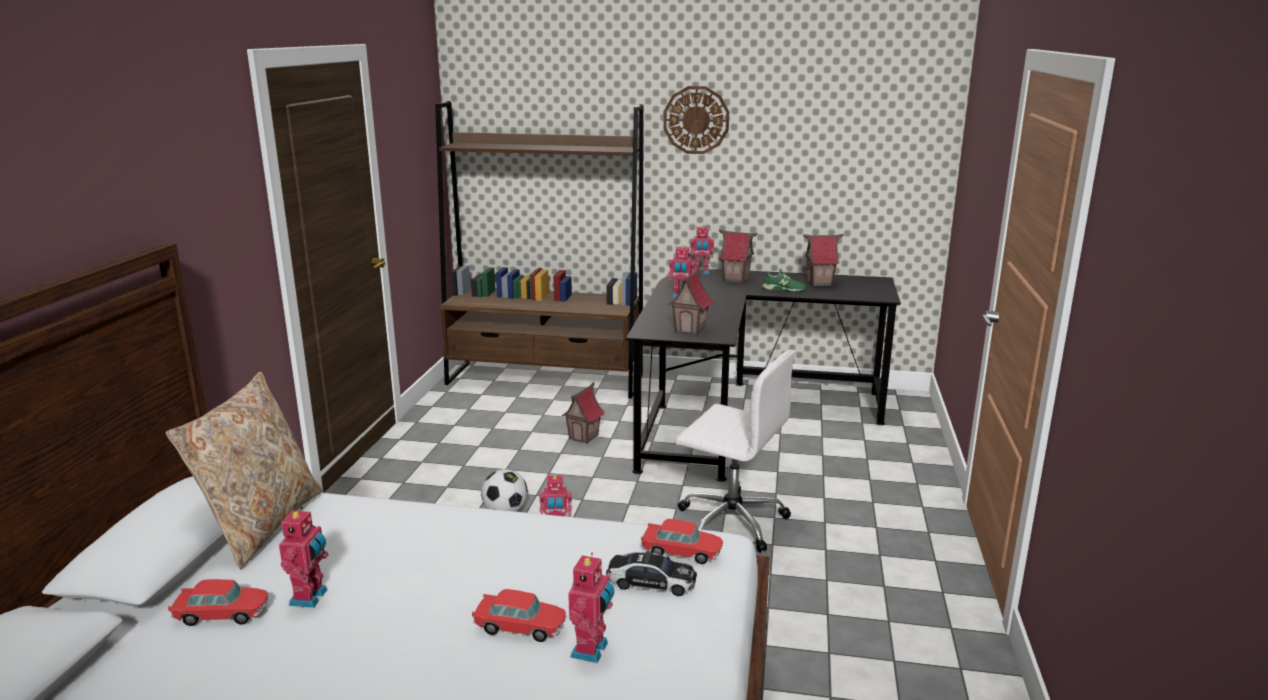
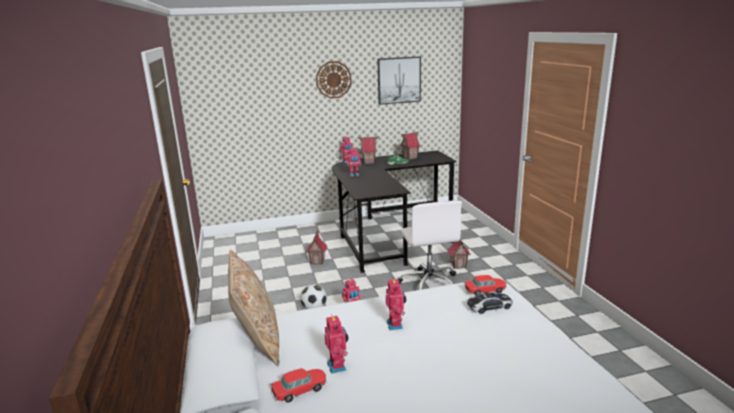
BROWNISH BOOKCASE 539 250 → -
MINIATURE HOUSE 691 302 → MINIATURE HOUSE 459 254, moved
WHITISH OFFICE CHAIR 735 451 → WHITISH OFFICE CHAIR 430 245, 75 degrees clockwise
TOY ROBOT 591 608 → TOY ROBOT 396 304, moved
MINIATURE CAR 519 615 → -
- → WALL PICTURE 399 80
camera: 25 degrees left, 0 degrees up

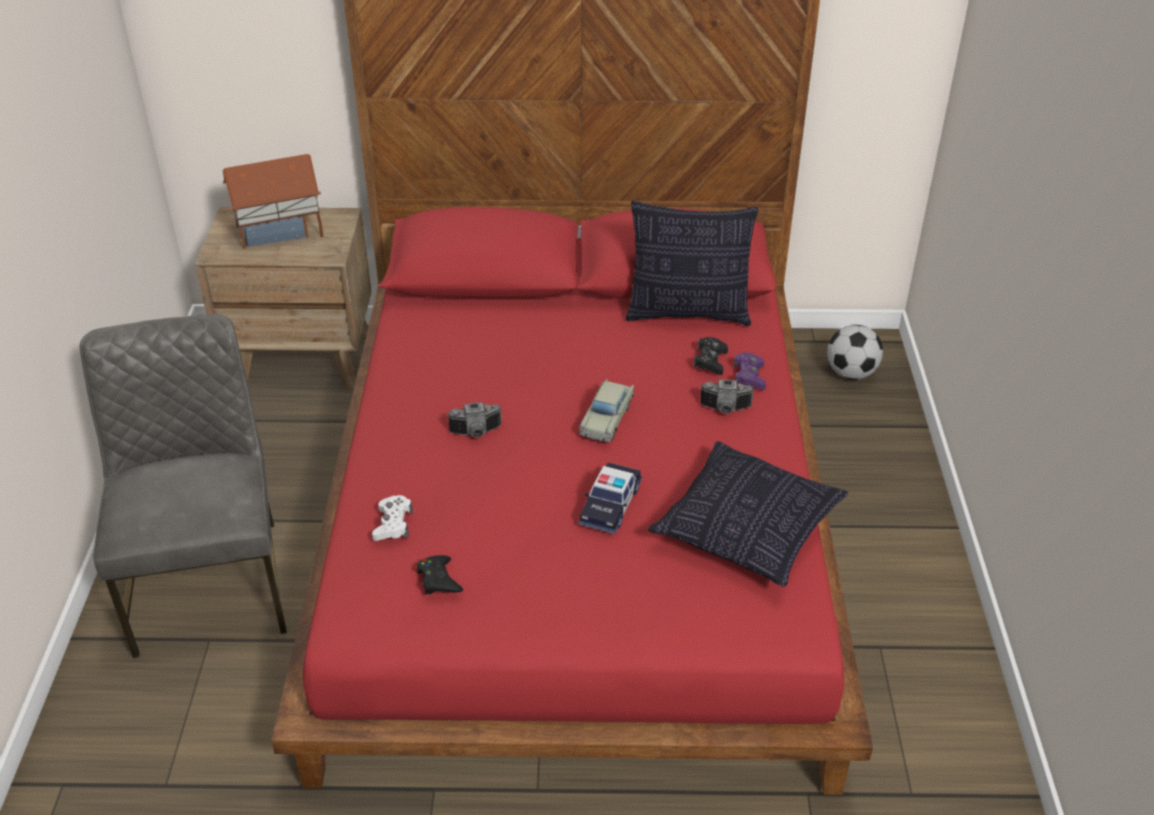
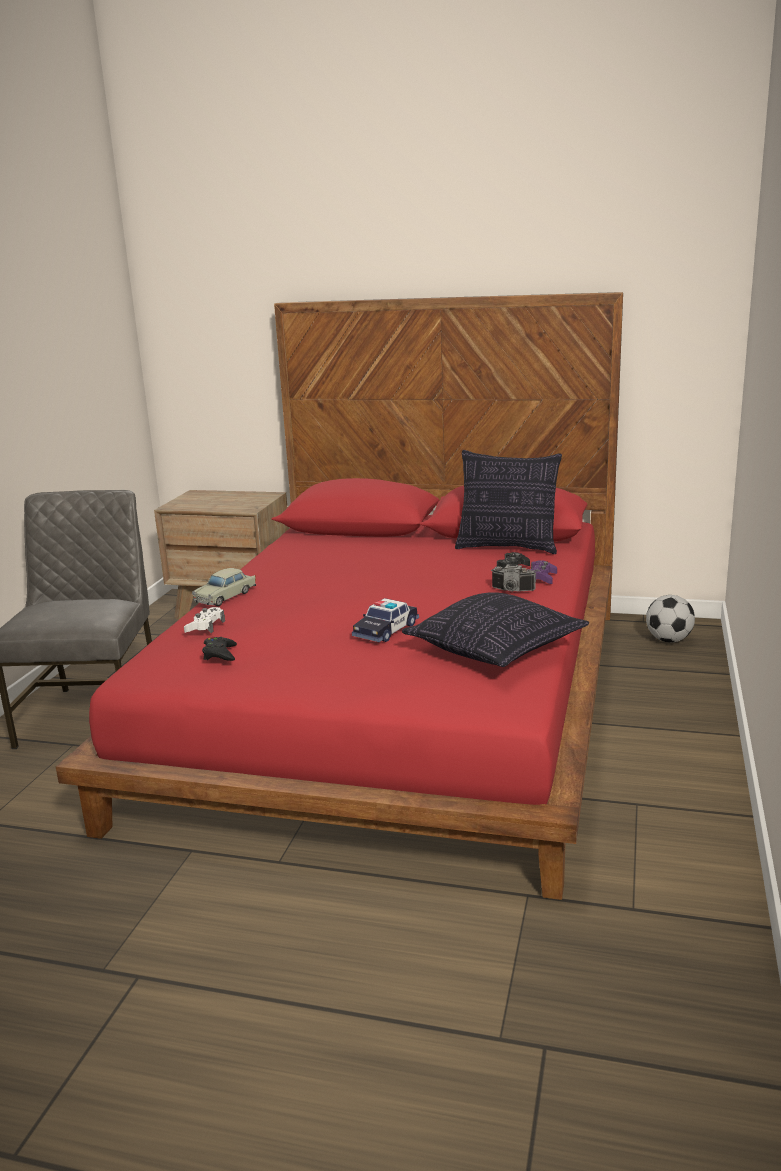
MINIATURE HOUSE 273 201 → -
BEIGE-COLOURED MINIATURE CAR 606 410 → BEIGE-COLOURED MINIATURE CAR 224 587, moved
PHOTO CAMERA 474 420 → -
camera: 15 degrees right, 20 degrees down

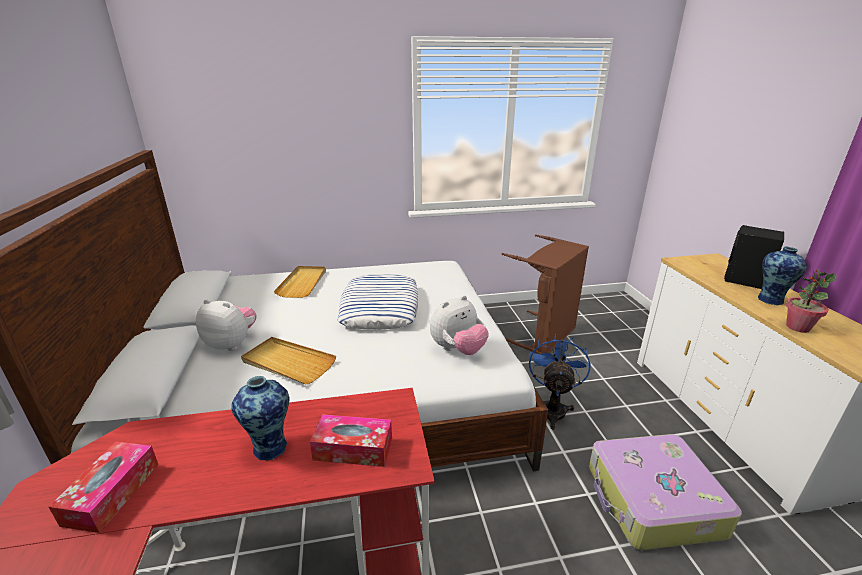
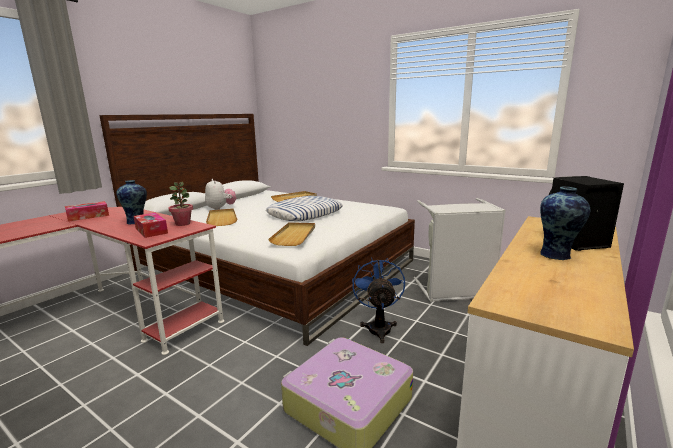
BROWNISH WASHING BASKET 545 294 → GRAY WASHING BASKET 460 250
POTTED PLANT 811 301 → POTTED PLANT 180 204, moved
PLUSH TOY 459 325 → BEIGE-COLOURED TRAY 291 234
BLUE COOLING FAN 560 382 → BLUE COOLING FAN 378 300, 60 degrees counterclockwise
camera: 45 degrees right, 10 degrees down

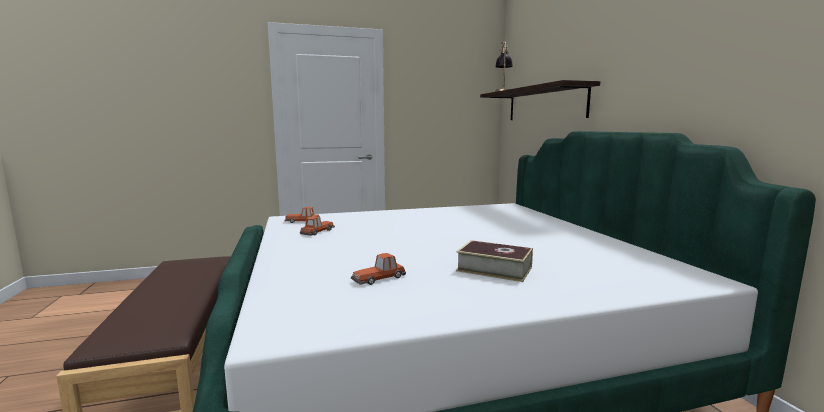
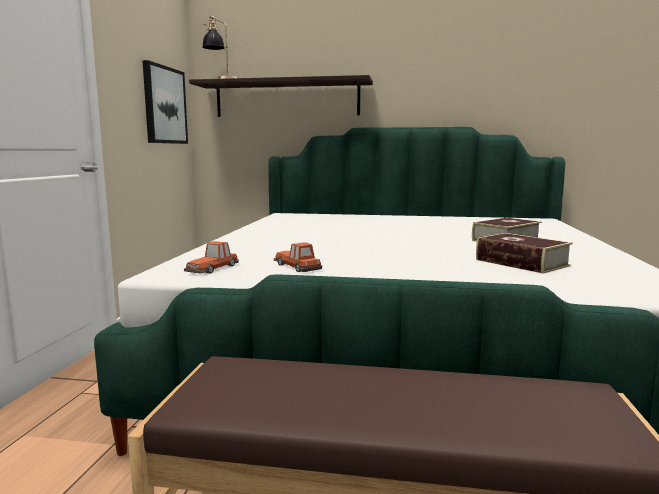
MINIATURE CAR 378 269 → BOOK 524 253
- → WALL PICTURE 165 102
camera: 65 degrees left, 0 degrees up

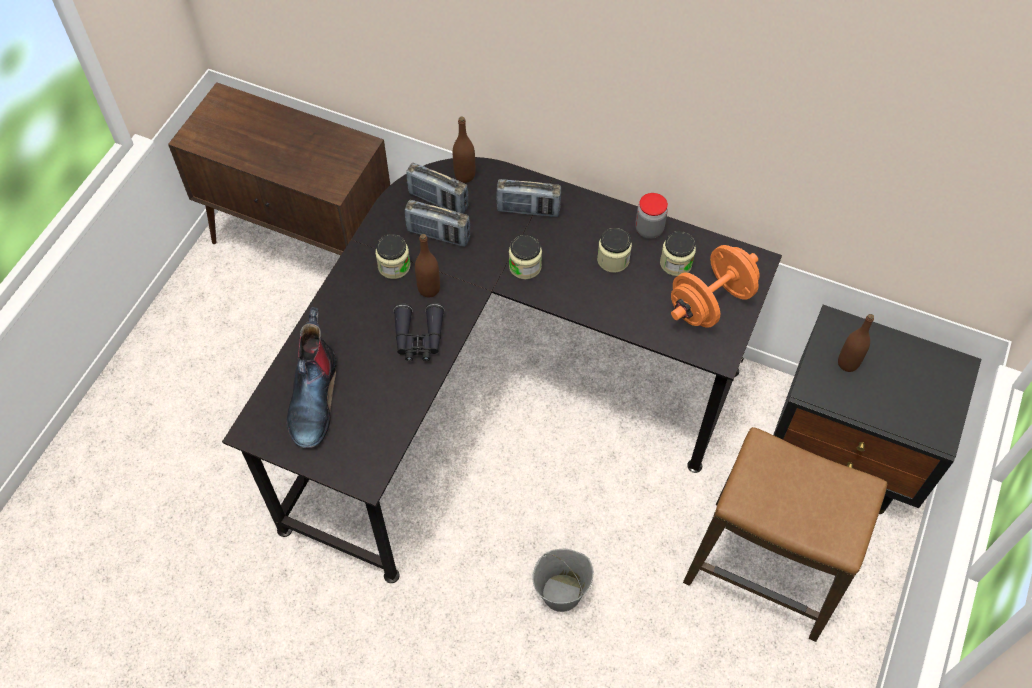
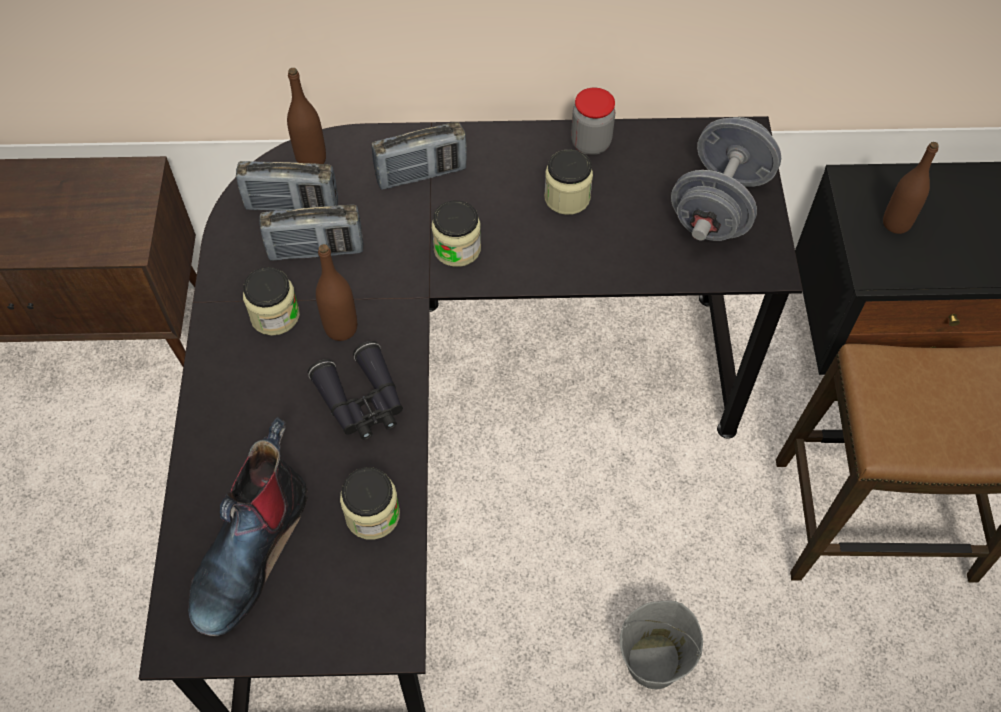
STORAGE JAR 678 253 → STORAGE JAR 370 503, moved
ORANGE-COLOURED HAND WEIGHT 715 286 → GRAY HAND WEIGHT 726 179
HIGH-TOP BOOT 311 377 → HIGH-TOP BOOT 248 526, 45 degrees clockwise
camera: 25 degrees left, 0 degrees up

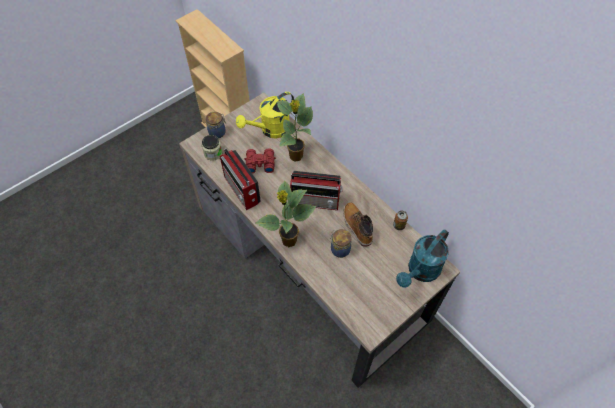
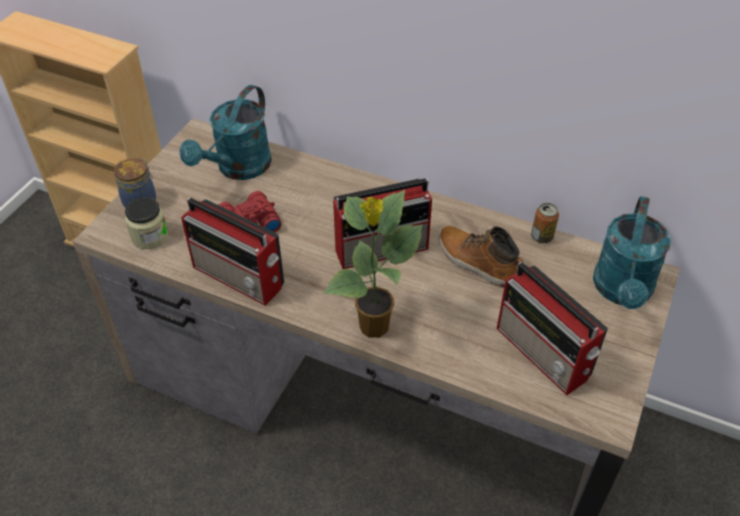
YELLOWISH WATERING CAN 265 115 → BLUE-GREEN WATERING CAN 226 132
POTTED PLANT 295 127 → -
STORAGE JAR 341 243 → -
- → RADIO 552 328
camera: 25 degrees left, 10 degrees down

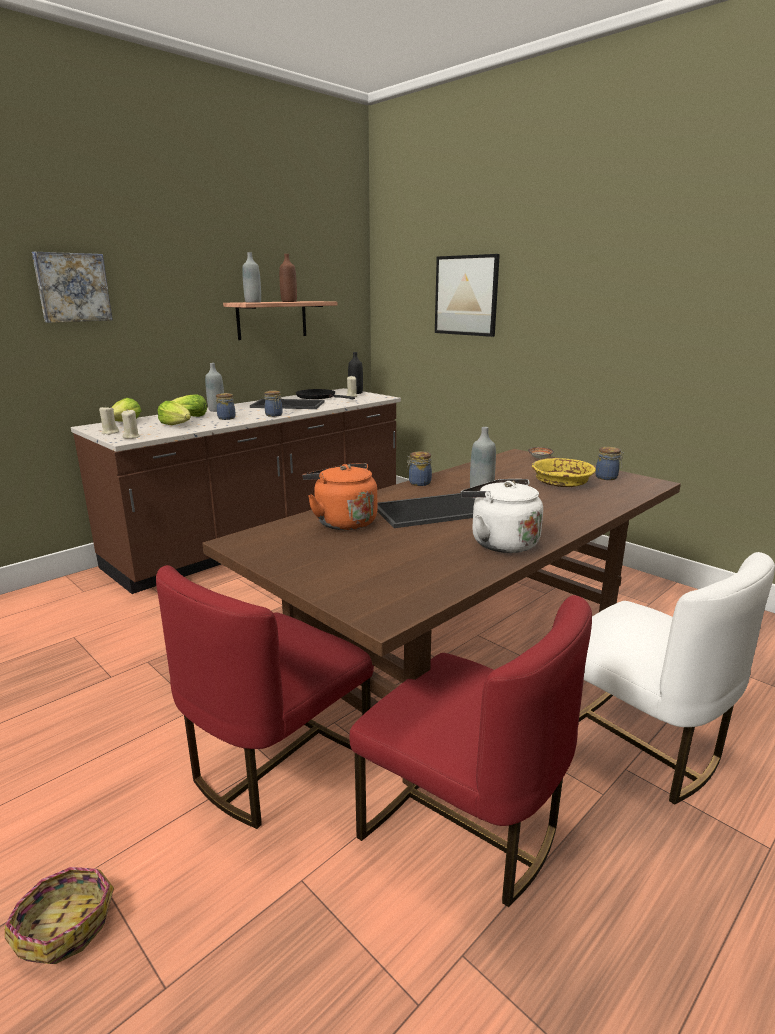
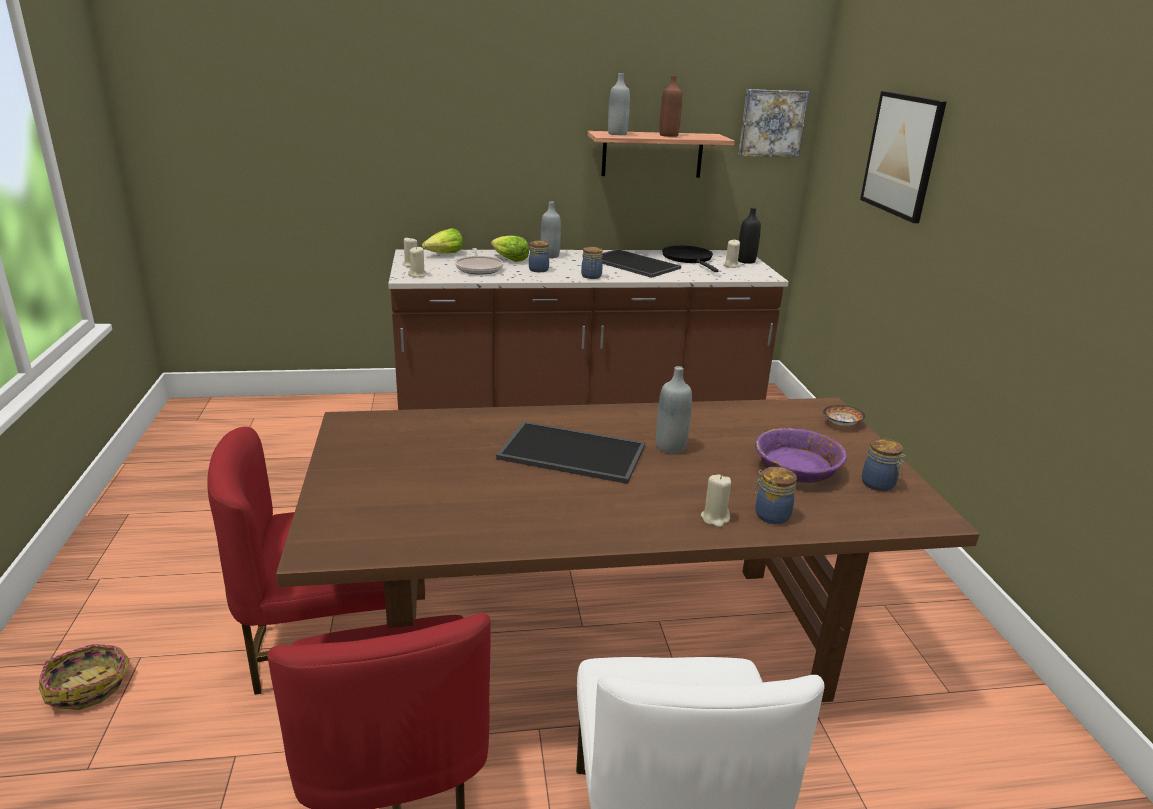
WALL PICTURE 72 287 → WALL PICTURE 774 123, moved
HEAD OF LETTUCE 174 413 → FRYING PAN 479 261
STORAGE JAR 419 468 → STORAGE JAR 775 495, moved
YELLOWISH BOWL 564 472 → PURPLE BOWL 801 455
ORANGE-COLOURED WATER KETTLE 340 496 → -
WHITISH WATER KETTLE 502 516 → -
- → BEIGE-COLOURED WAX LIGHT 716 500
camera: 35 degrees right, 5 degrees up

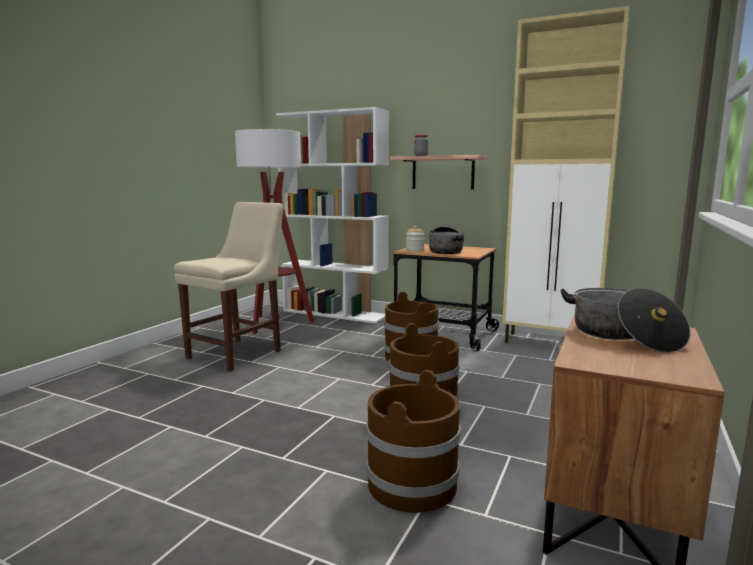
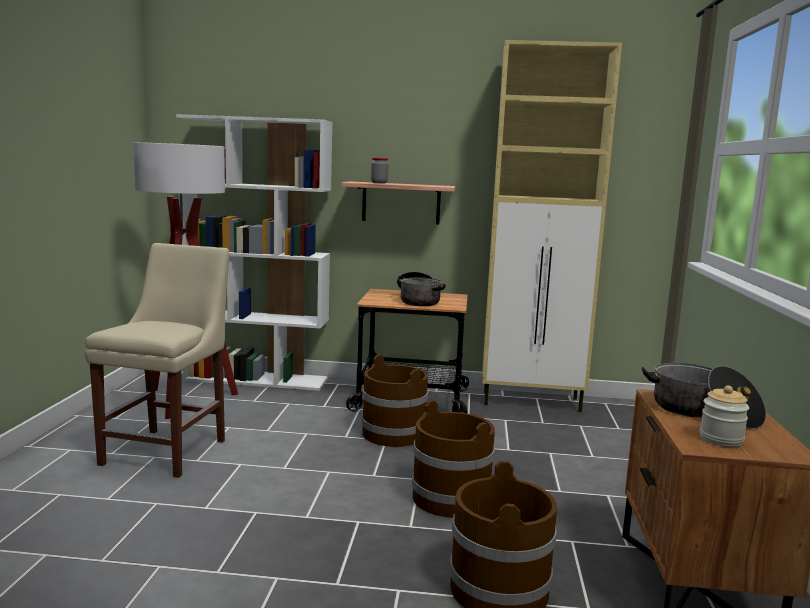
STORAGE JAR 415 239 → STORAGE JAR 724 416, moved
camera: 20 degrees left, 0 degrees up

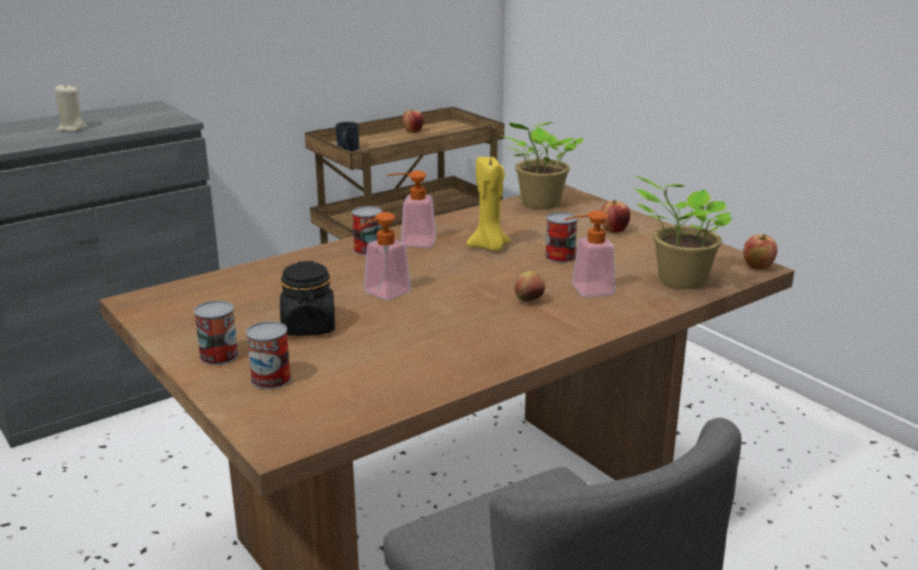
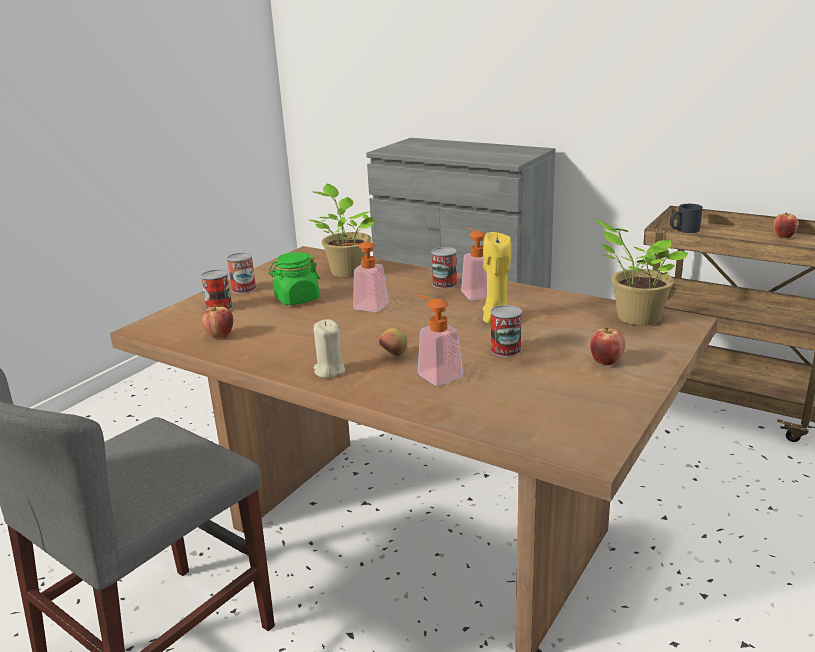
BEIGE-COLOURED WAX LIGHT 71 108 → BEIGE-COLOURED WAX LIGHT 329 348, moved
POTTED PLANT 683 232 → POTTED PLANT 342 231, moved
APPLE 760 252 → APPLE 217 323, moved
BLACK STORAGE JAR 307 298 → GREEN-COLOURED STORAGE JAR 294 278
camera: 70 degrees right, 0 degrees up

